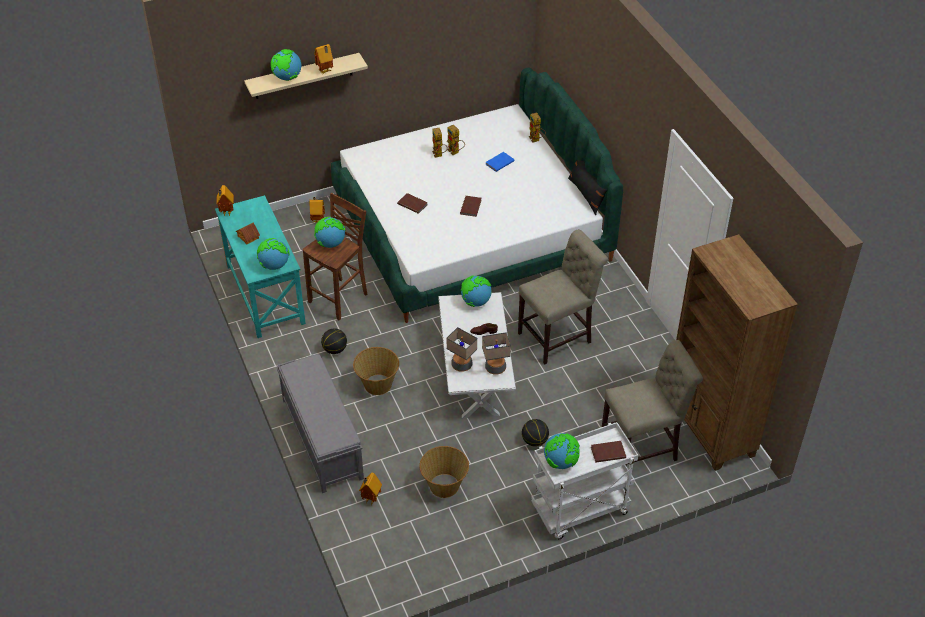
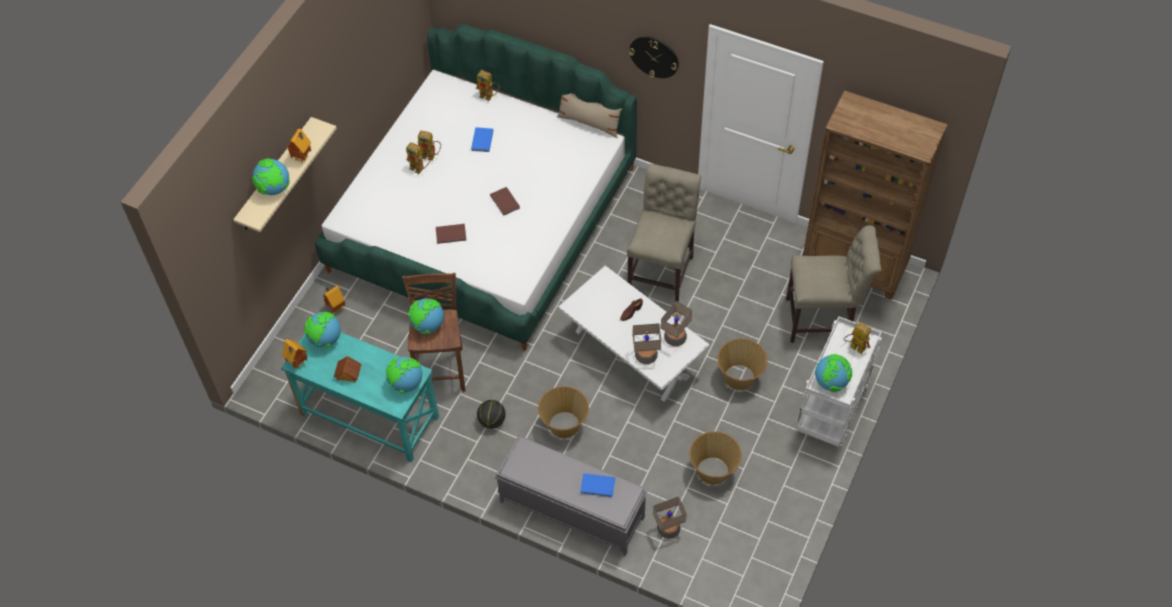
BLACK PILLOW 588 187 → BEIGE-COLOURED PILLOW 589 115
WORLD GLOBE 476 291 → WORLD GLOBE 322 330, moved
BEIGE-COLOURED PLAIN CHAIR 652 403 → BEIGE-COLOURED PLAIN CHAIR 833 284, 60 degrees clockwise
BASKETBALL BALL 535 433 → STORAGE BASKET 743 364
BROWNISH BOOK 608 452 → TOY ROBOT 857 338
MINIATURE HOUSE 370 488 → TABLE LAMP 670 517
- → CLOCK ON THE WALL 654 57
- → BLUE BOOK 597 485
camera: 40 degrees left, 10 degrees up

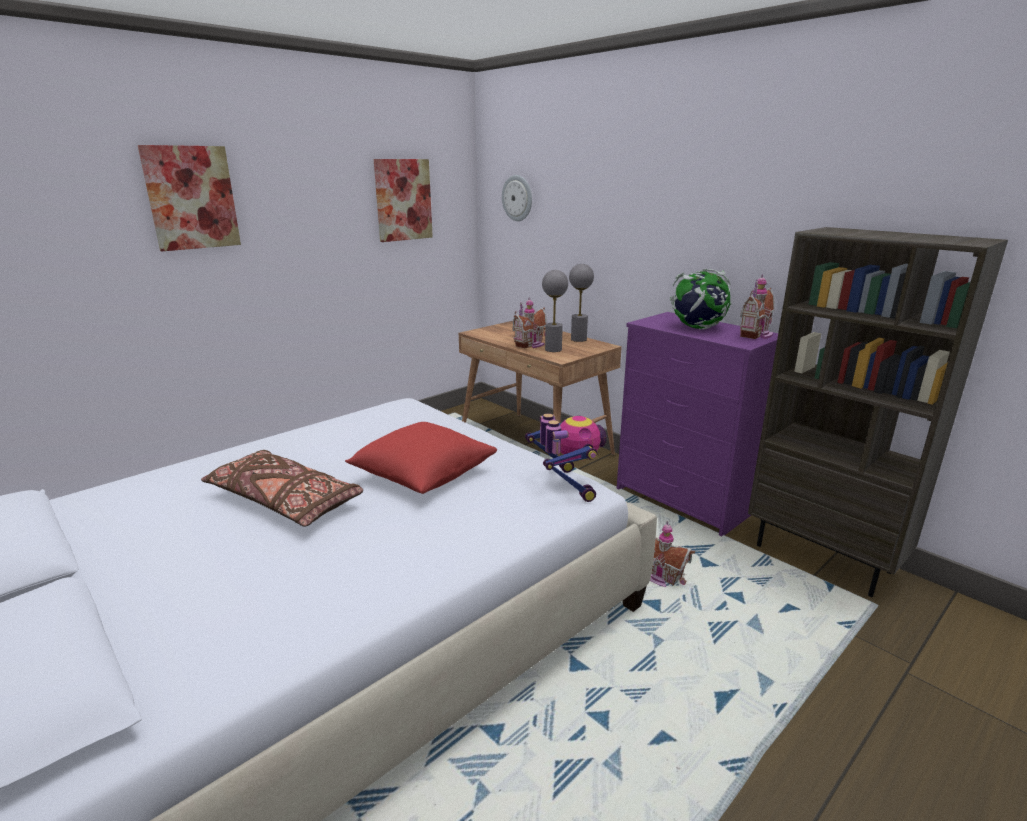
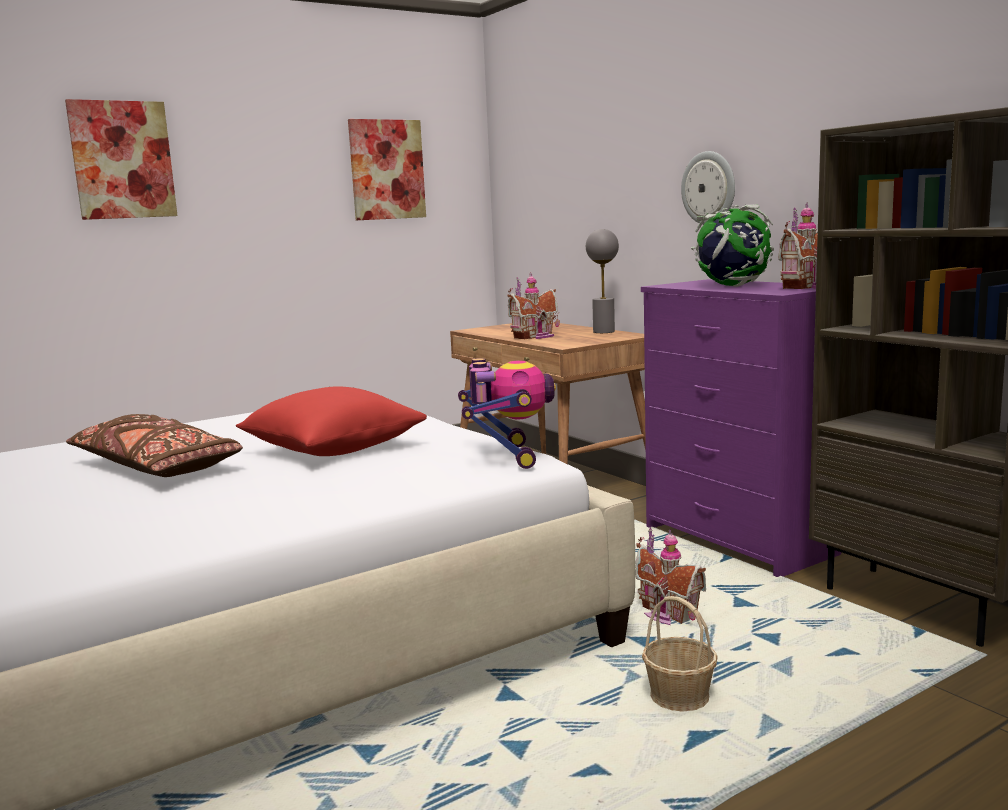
CLOCK ON THE WALL 517 198 → CLOCK ON THE WALL 708 188, moved
GRAY TABLE LAMP 555 311 → -
- → STORAGE BASKET 680 654
camera: 10 degrees right, 10 degrees down

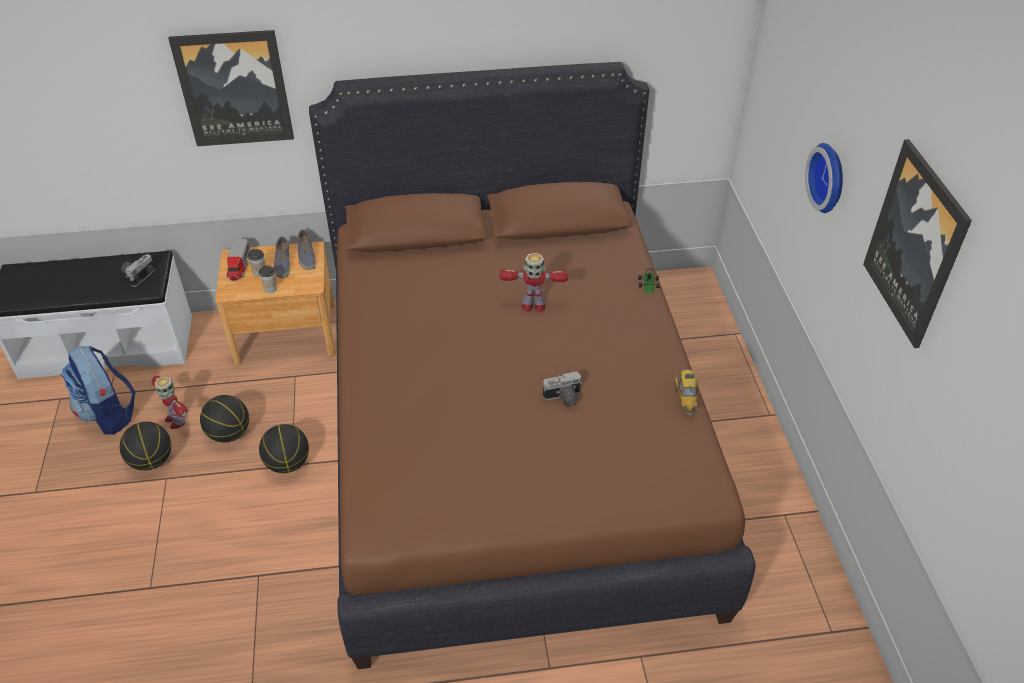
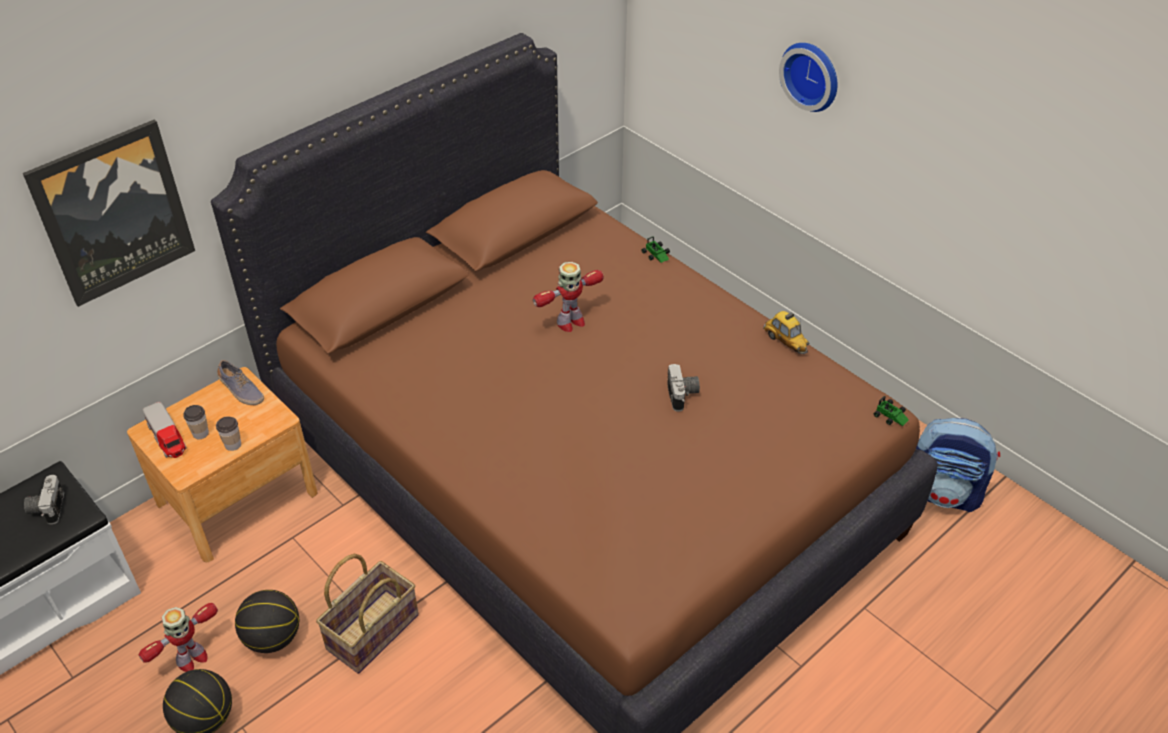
WALL PICTURE 917 243 → -
SHOE 281 257 → -
BACKPACK 98 390 → BACKPACK 958 465, moved
PHOTO CAMERA 563 388 → PHOTO CAMERA 683 388, 45 degrees counterclockwise
TOY ROBOT 170 402 → TOY ROBOT 178 637, 60 degrees counterclockwise
BASKETBALL BALL 284 448 → STORAGE BASKET 367 614
- → MINIATURE CAR 891 411
camera: 35 degrees left, 0 degrees up

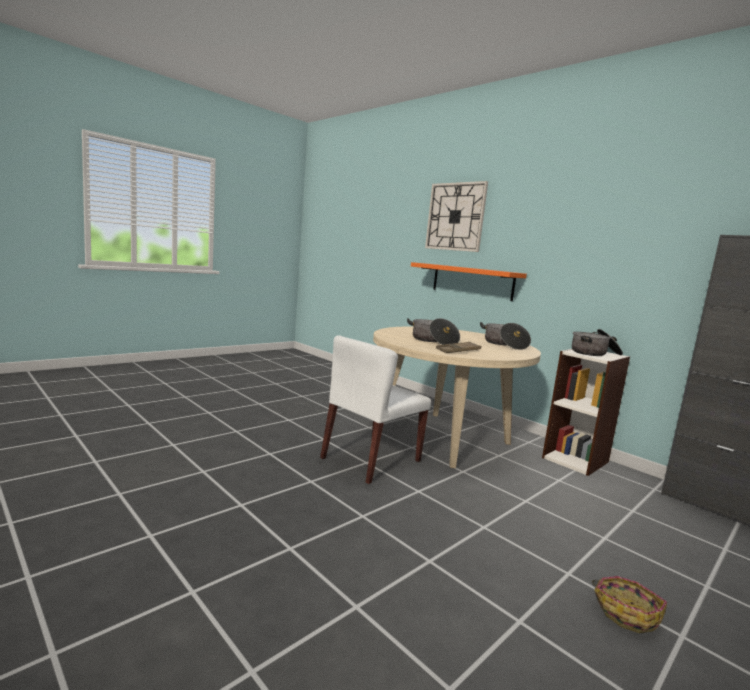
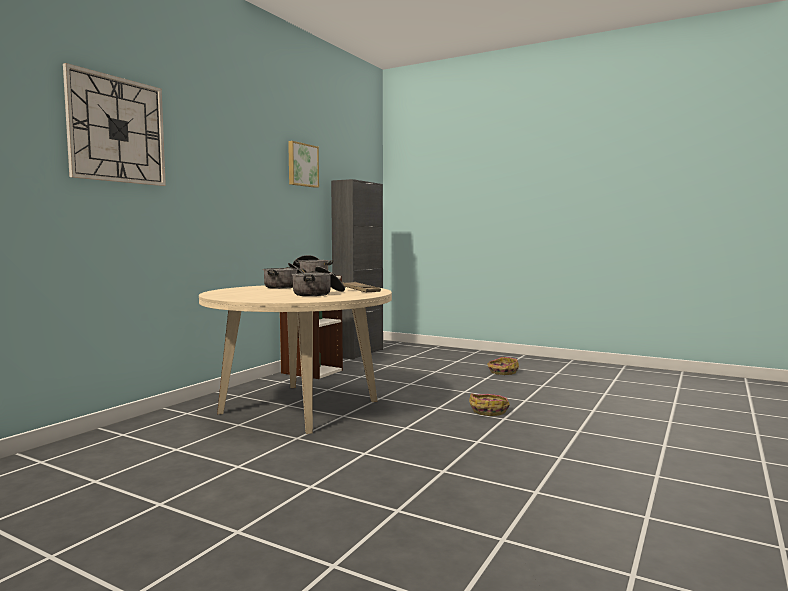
ORANGE-COLOURED SHELF 469 281 → -
WHITISH PLAIN CHAIR 375 409 → -
- → WALL PICTURE 303 164
- → STORAGE BASKET 489 404
camera: 105 degrees left, 5 degrees down

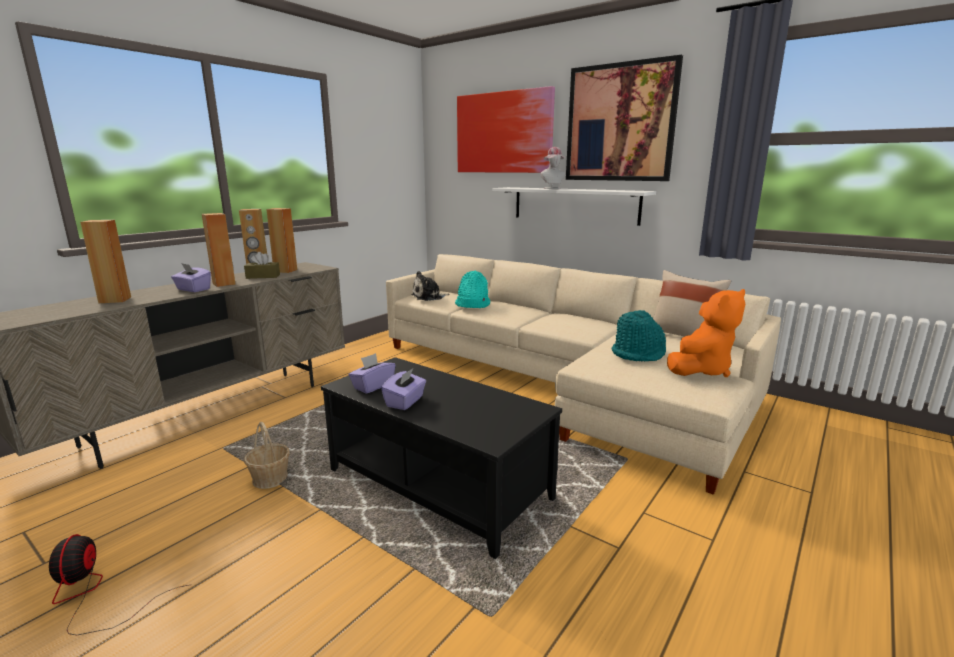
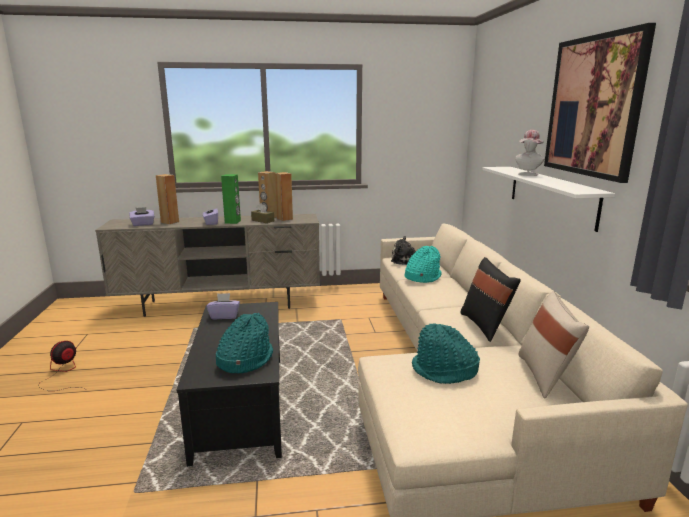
WALL PICTURE 506 129 → -
BROWNISH SPEAKER 219 250 → GREEN-COLOURED SPEAKER 231 199
ORANGE-COLOURED PLUSH TOY 706 333 → -
PURPLE TISSUE BOX 403 389 → PURPLE TISSUE BOX 141 216, moved
STORAGE BASKET 267 455 → -
- → BLACK PILLOW 490 299
- → BLUE-GREEN WEARABLE HAT 244 343
camera: 45 degrees right, 0 degrees up

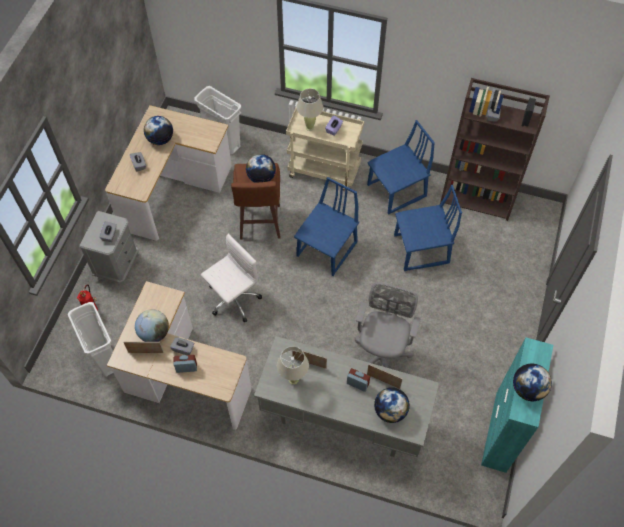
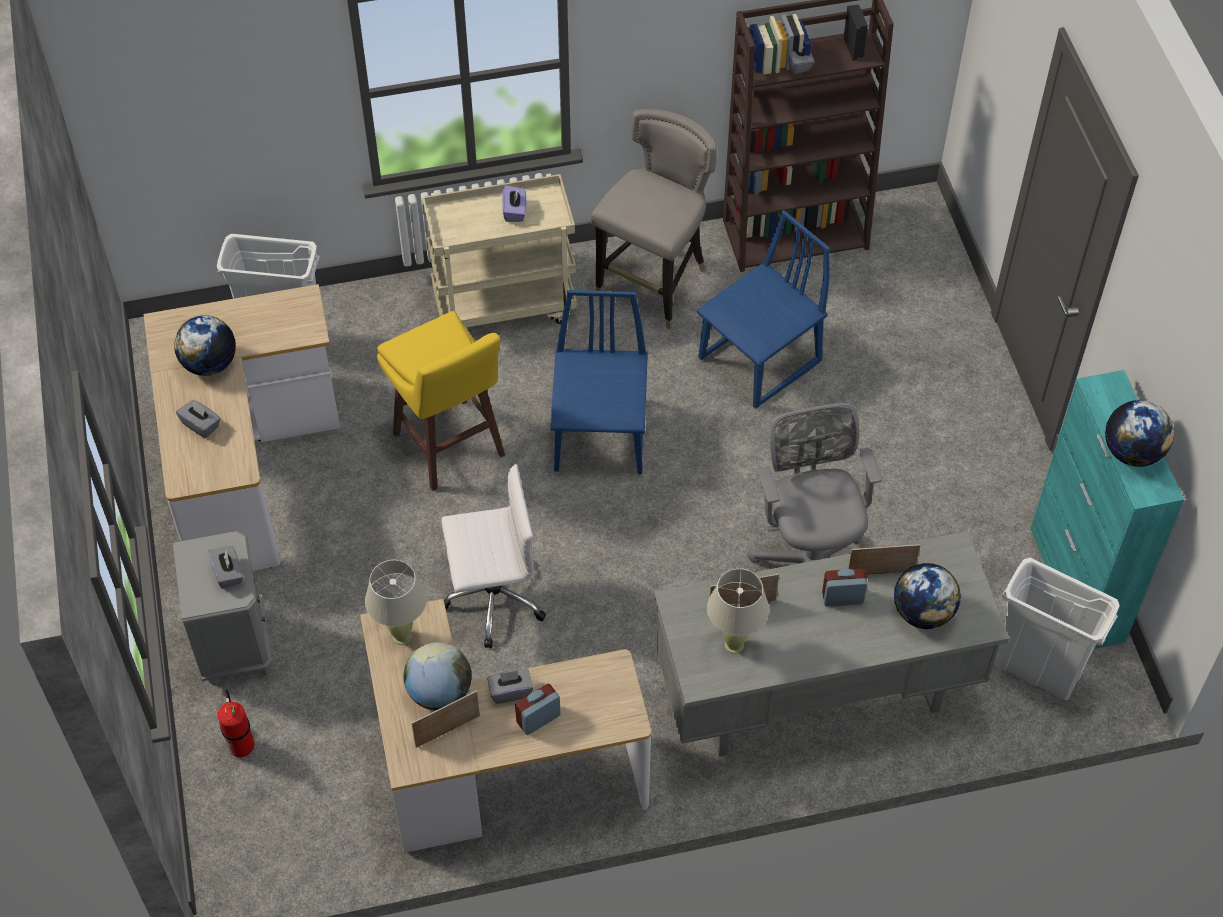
BEIGE-COLOURED TABLE LAMP 310 109 → BEIGE-COLOURED TABLE LAMP 396 602, moved
BLUE PLAIN CHAIR 401 167 → GRAY SITTING STOOL 654 219
WORLD GLOBE 261 168 → -
BROWNISH SITTING STOOL 256 201 → YELLOWISH SITTING STOOL 441 401
WHITISH OFFICE CHAIR 231 278 → WHITISH OFFICE CHAIR 493 556, 60 degrees clockwise
WHITISH RUBBISH BIN 90 339 → WHITISH RUBBISH BIN 1057 629, moved
camera: 30 degrees left, 5 degrees down

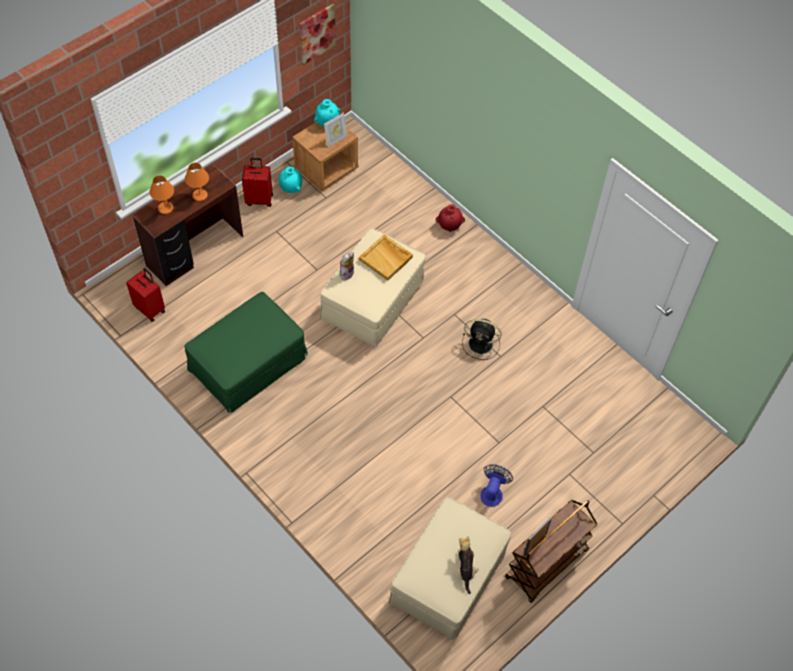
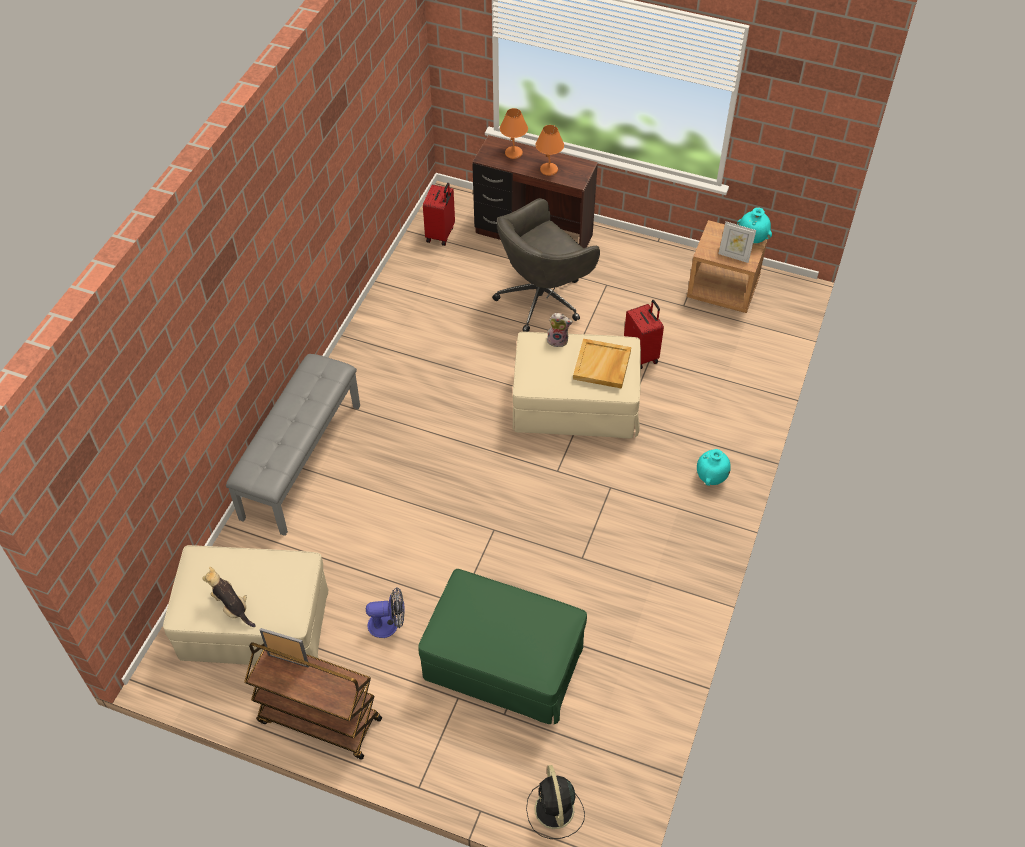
WALL PICTURE 317 34 → -
RED-COLOURED SUITCASE 257 182 → RED-COLOURED SUITCASE 644 334, moved
BLUE-GREEN FLOWER VASE 290 180 → BLUE-GREEN FLOWER VASE 714 467, moved
RED-COLOURED FLOWER VASE 450 218 → -
GREEN-COLOURED POUFFE 246 352 → GREEN-COLOURED POUFFE 502 646, moved
BLACK COOLING FAN 482 339 → BLACK COOLING FAN 555 802, moved
PLUSH TOY 468 565 → PLUSH TOY 229 597, 105 degrees counterclockwise
- → GRAY OFFICE CHAIR 546 265
- → GRAY LONG SEAT 293 445
camera: 65 degrees right, 5 degrees down

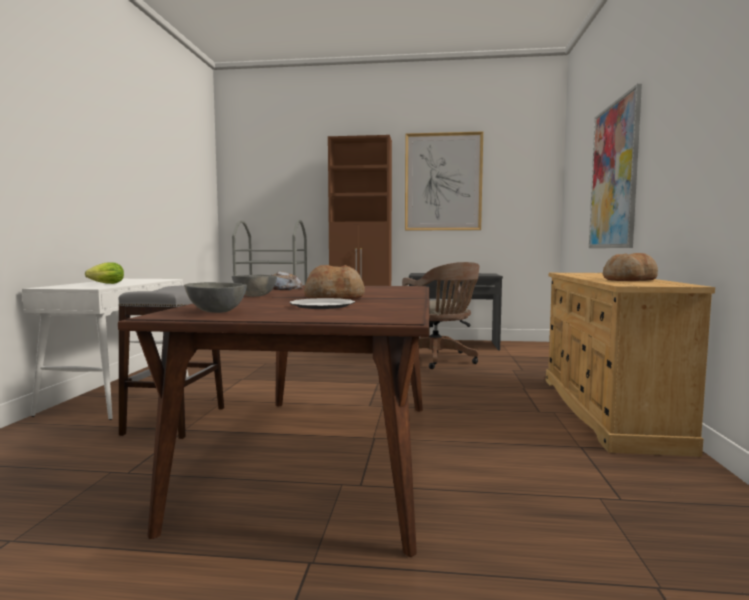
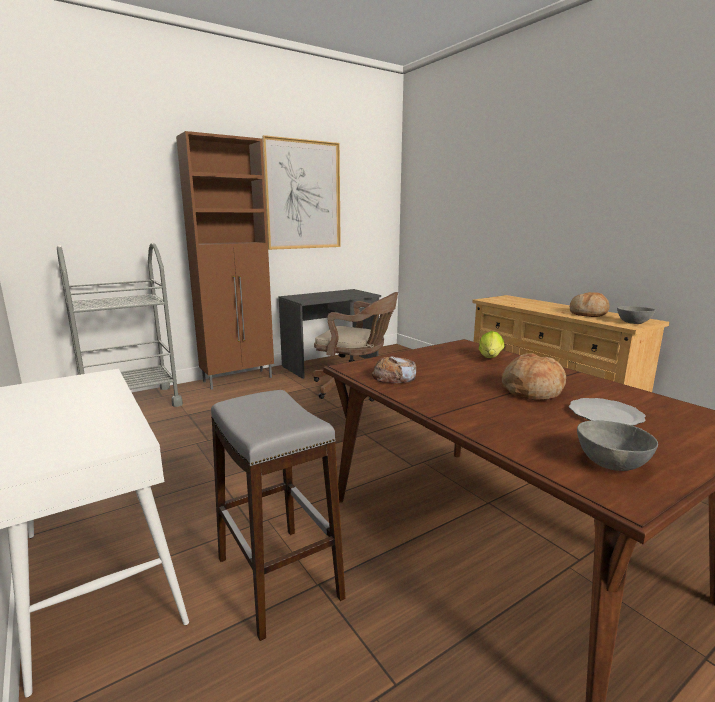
WALL PICTURE 615 166 → -
HEAD OF LETTUCE 104 273 → HEAD OF LETTUCE 491 344, moved
GRAY BOWL 254 285 → GRAY BOWL 636 315, moved
camera: 40 degrees left, 10 degrees up

